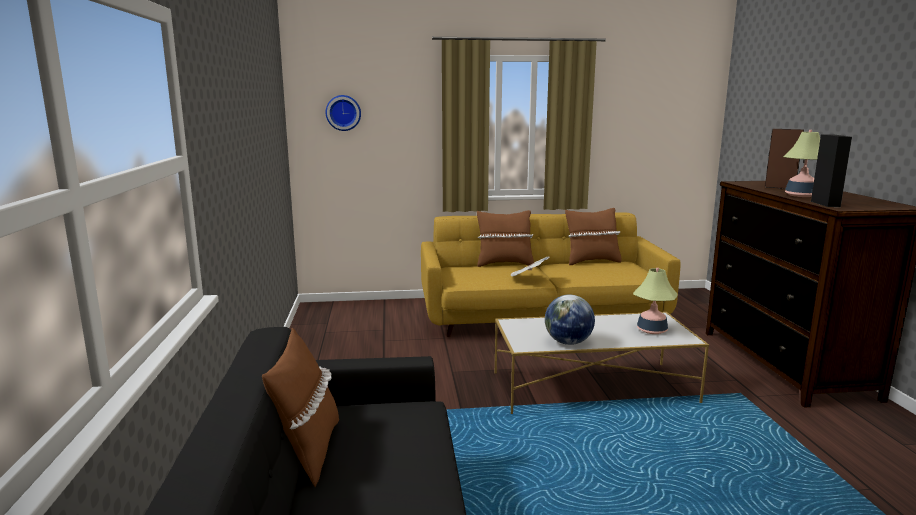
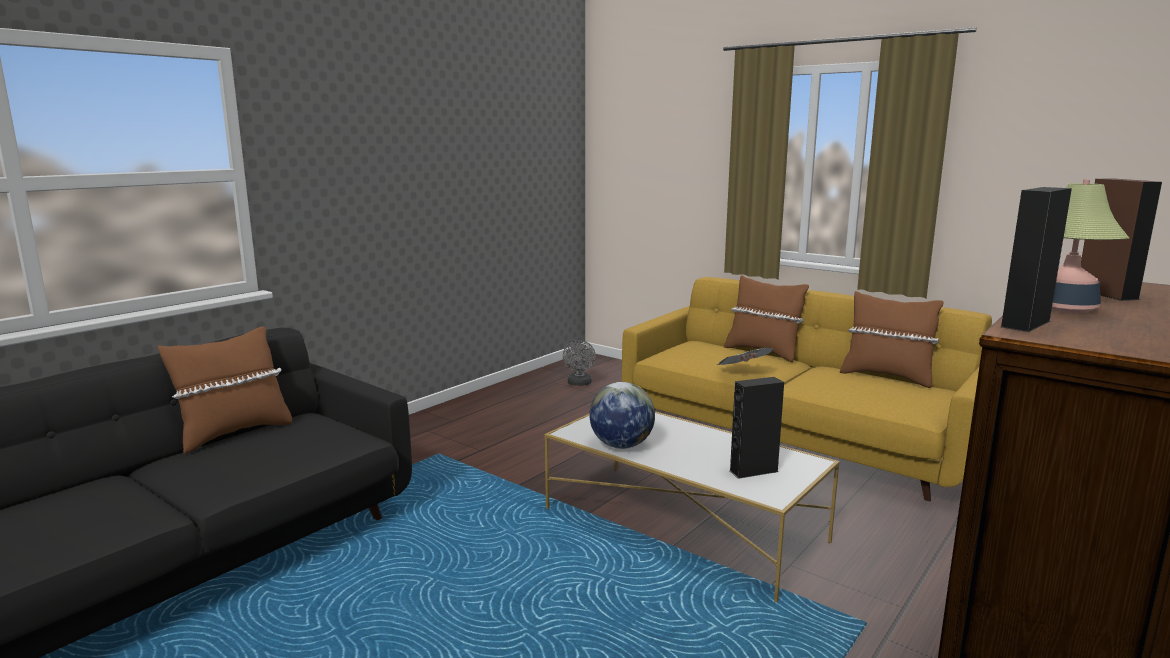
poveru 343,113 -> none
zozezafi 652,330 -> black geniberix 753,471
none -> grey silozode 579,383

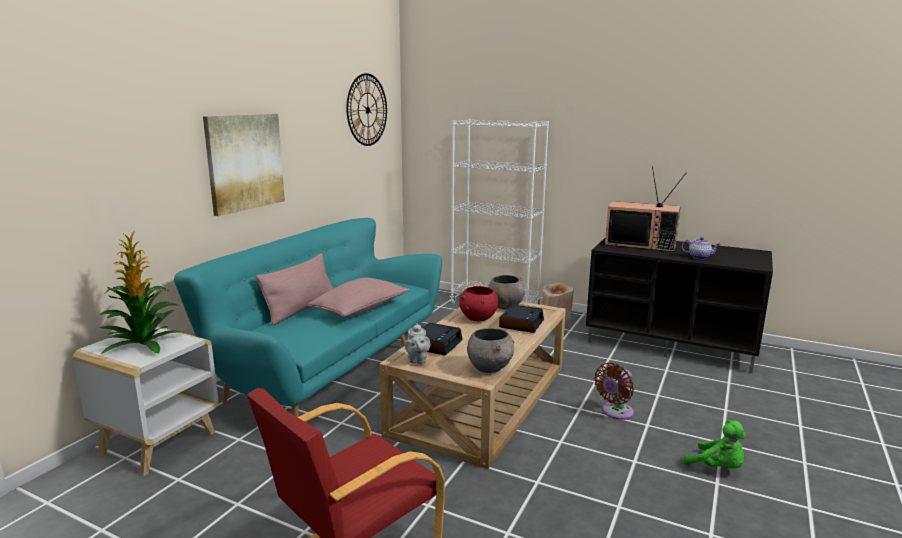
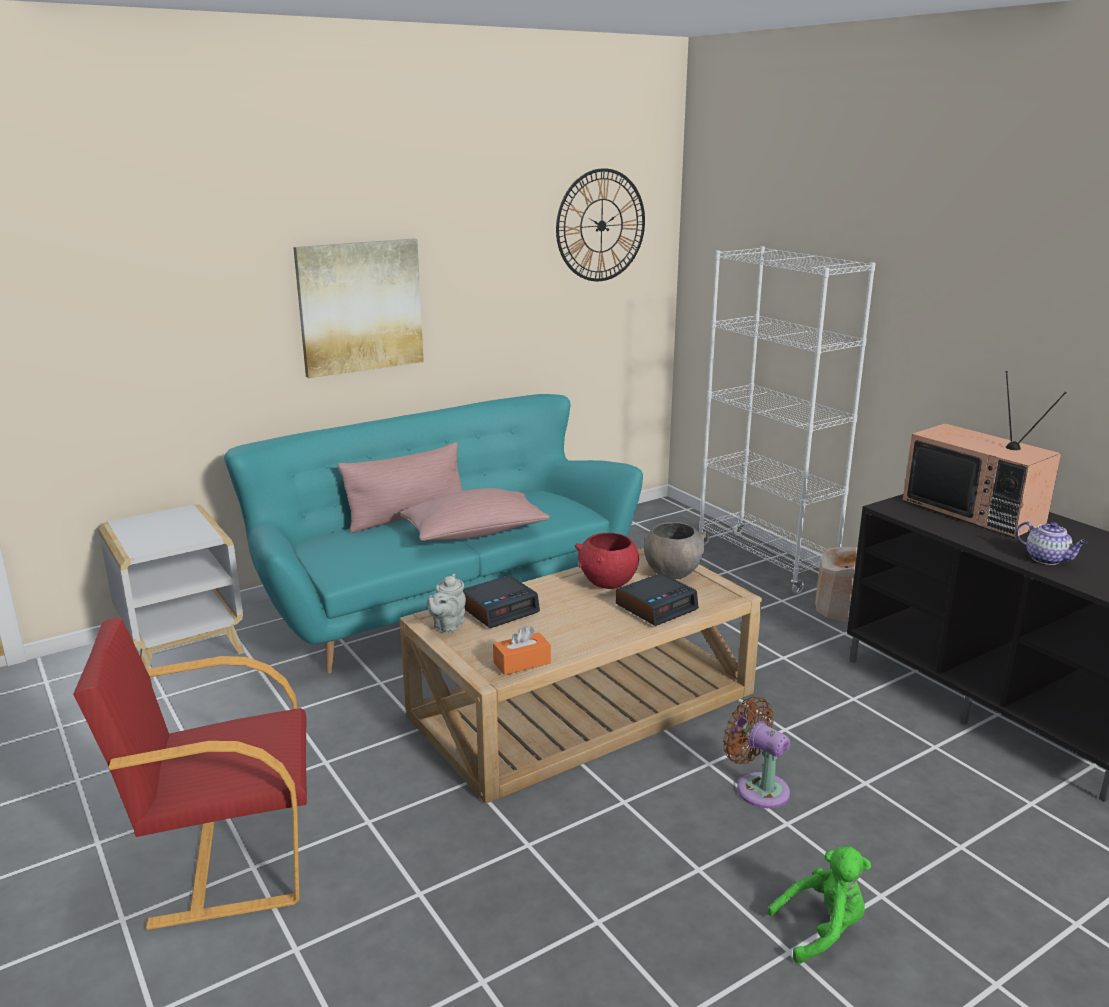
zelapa 144,343 -> none
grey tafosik 490,368 -> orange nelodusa 522,663
brown silozode 615,413 -> brown silozode 757,788, 60 degrees clockwise
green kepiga 717,467 -> green kepiga 822,930, 90 degrees counterclockwise

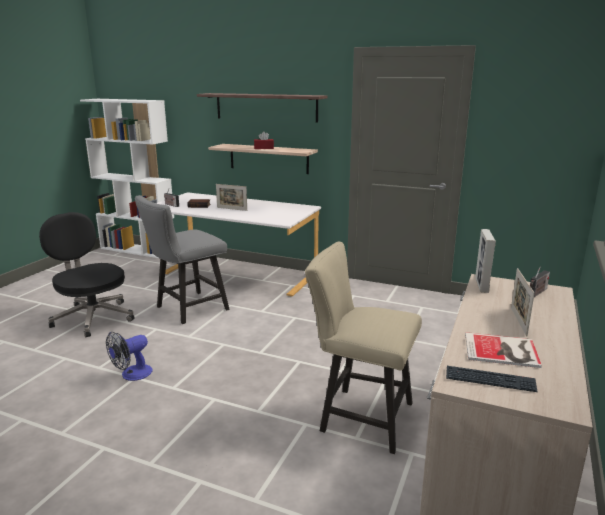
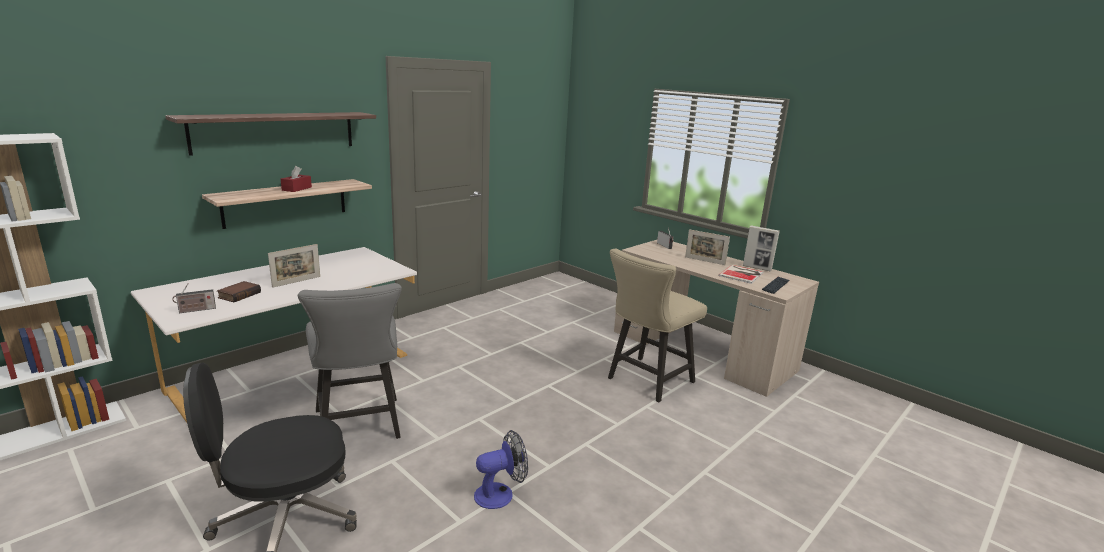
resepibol 481,285 -> resepibol 757,268, relocated
silozode 132,375 -> silozode 500,493, 90 degrees counterclockwise

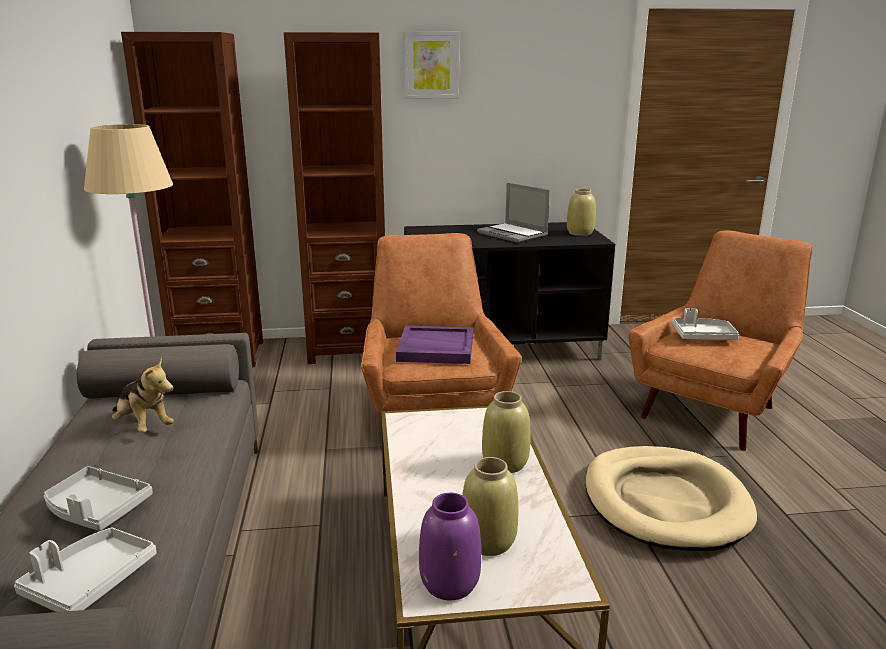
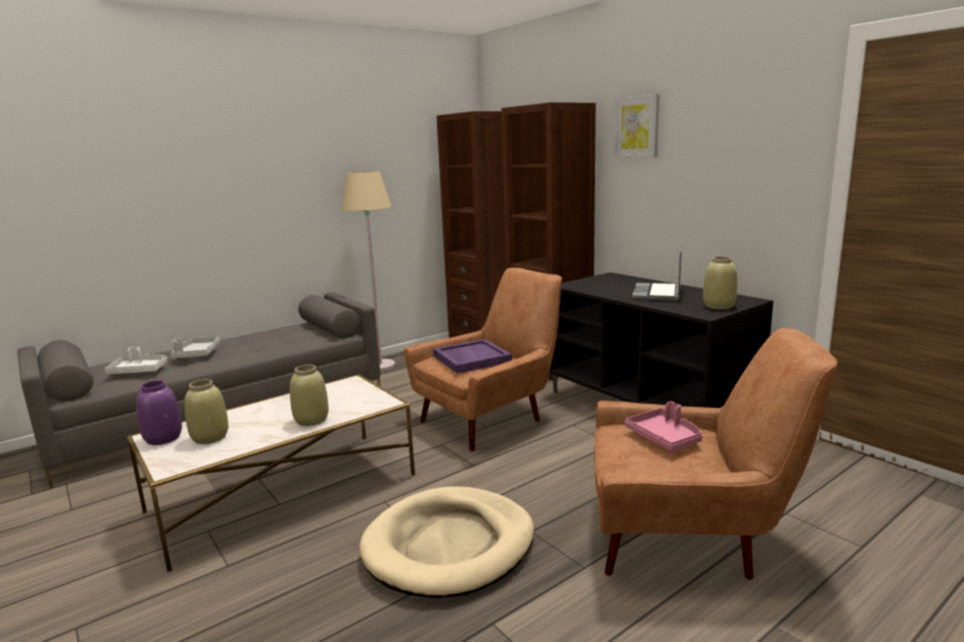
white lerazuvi 702,336 -> pink lerazuvi 664,438
kepiga 143,426 -> none

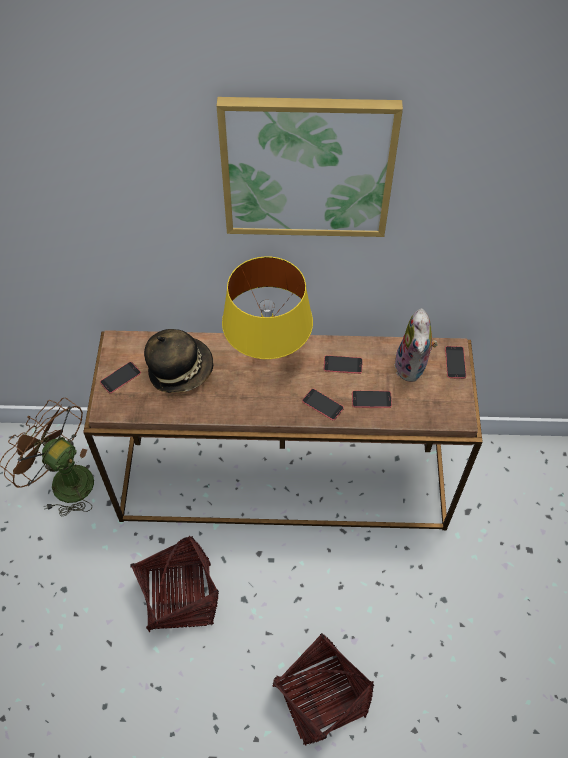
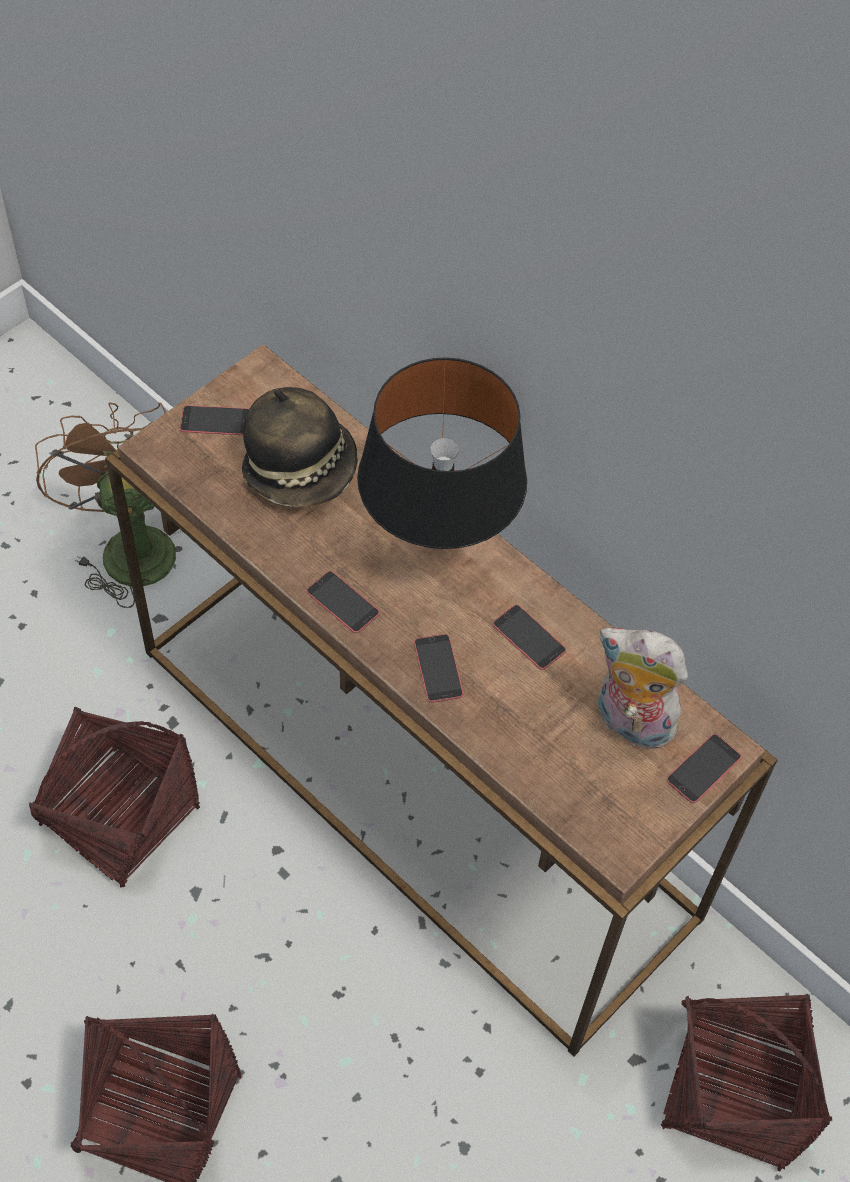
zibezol 307,167 -> none
yellow zozezafi 268,355 -> black zozezafi 438,543
kepiga 413,367 -> kepiga 629,723, 75 degrees clockwise
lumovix 371,399 -> lumovix 342,602, relocated
none -> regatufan 735,1092

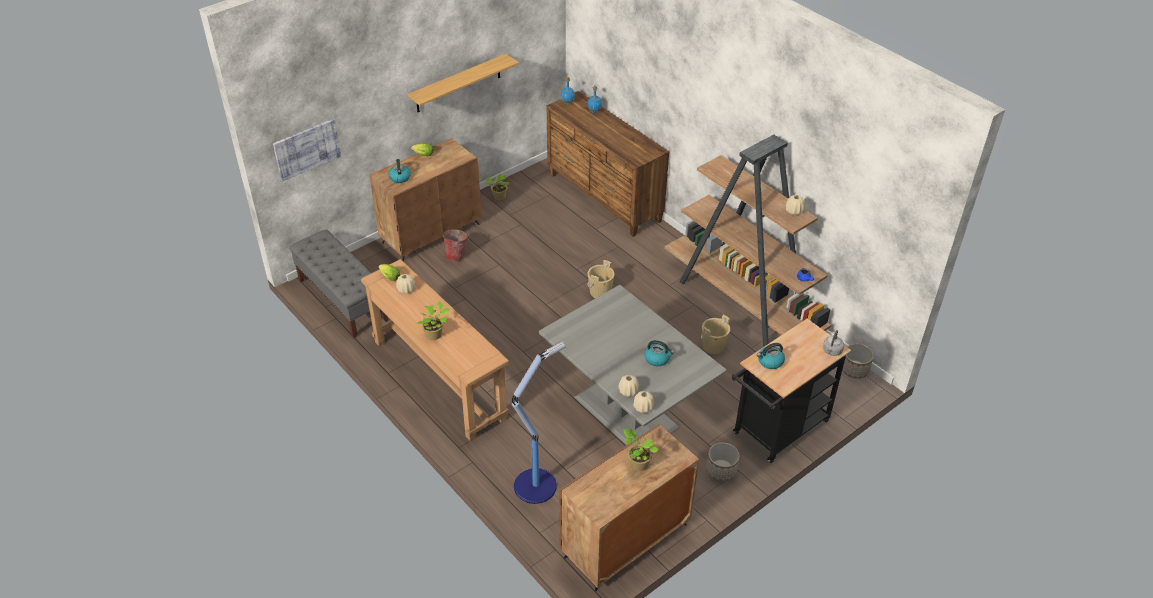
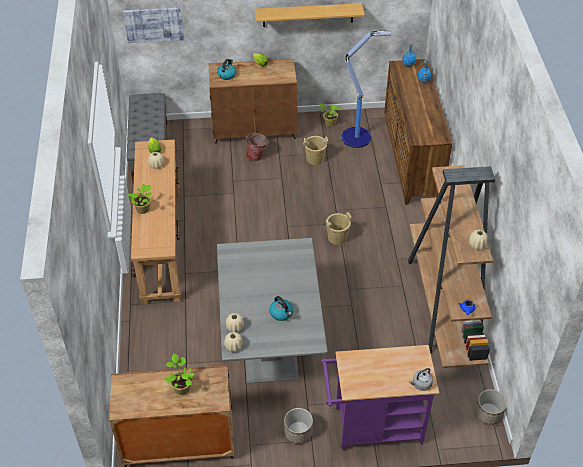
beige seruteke 713,346 -> beige seruteke 315,159, relocated
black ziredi 776,431 -> purple ziredi 372,427
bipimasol 536,485 -> bipimasol 357,137, relocated
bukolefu 770,362 -> none

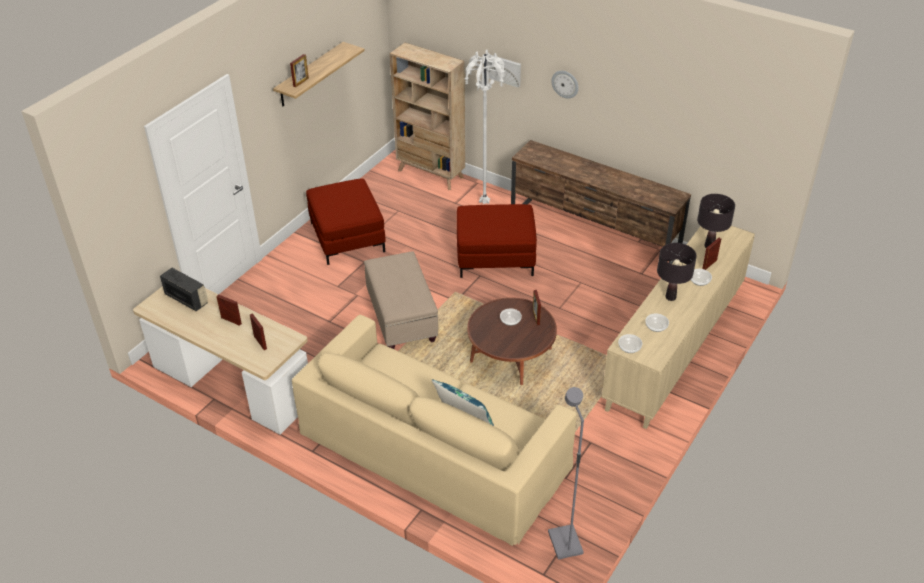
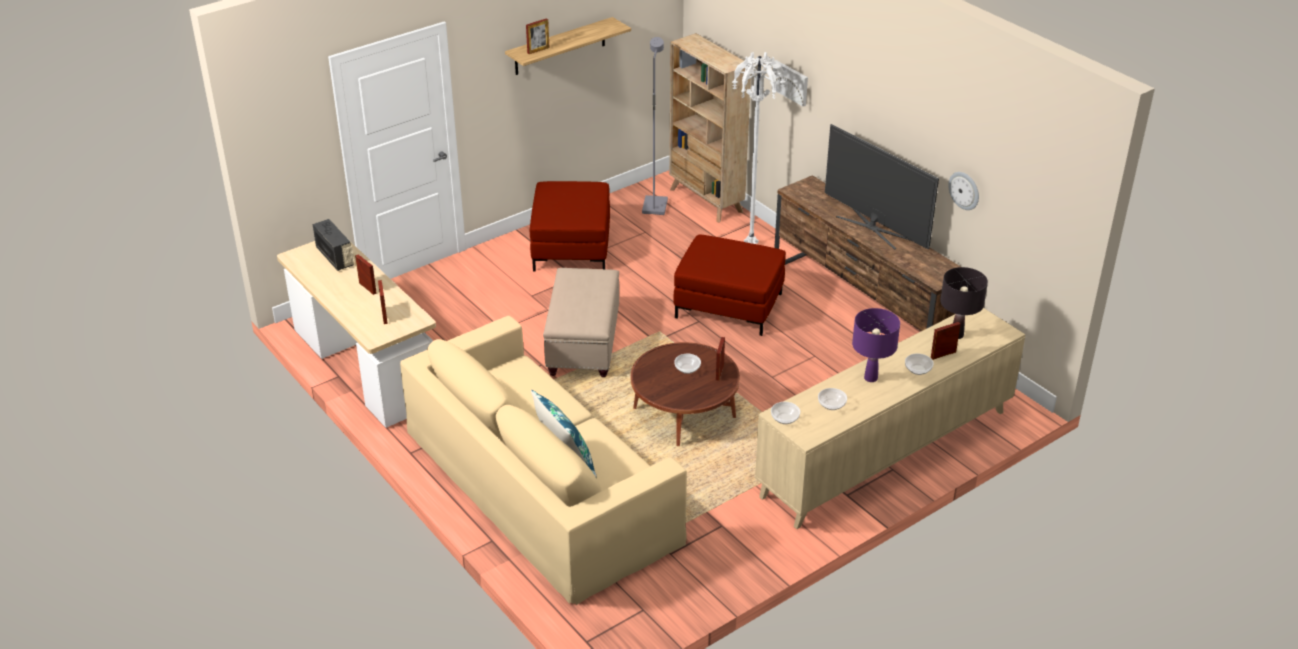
poveru 565,84 -> poveru 964,190, relocated
black zozezafi 670,297 -> purple zozezafi 870,378
grey bipimasol 564,543 -> grey bipimasol 654,206, relocated
none -> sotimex 874,228

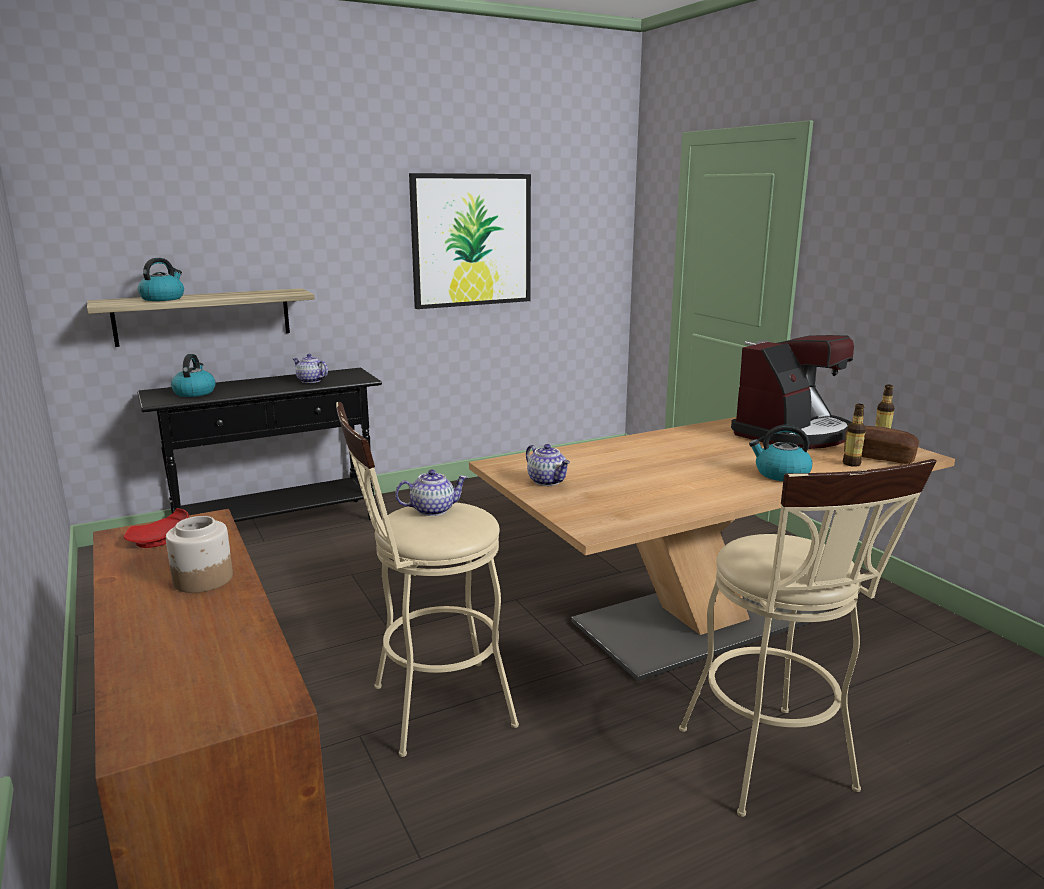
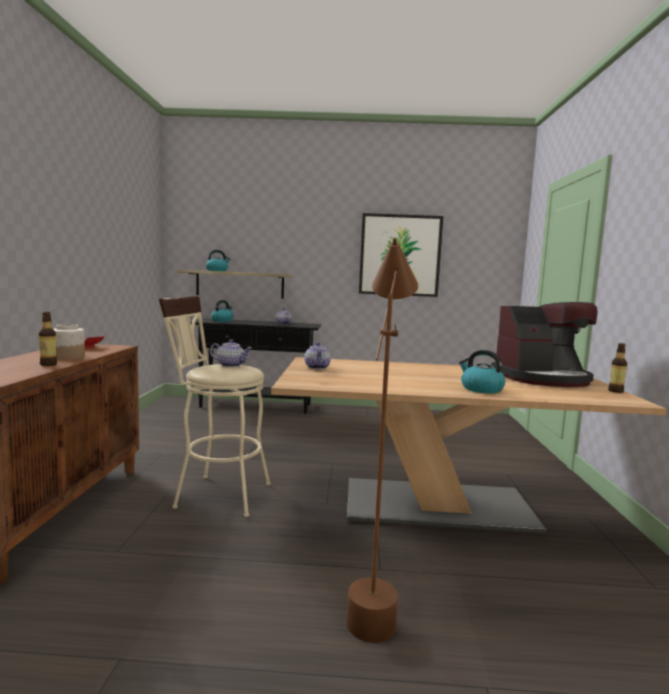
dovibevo 851,464 -> dovibevo 48,364, relocated
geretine 878,457 -> none
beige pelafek 773,768 -> brown bipimasol 374,597

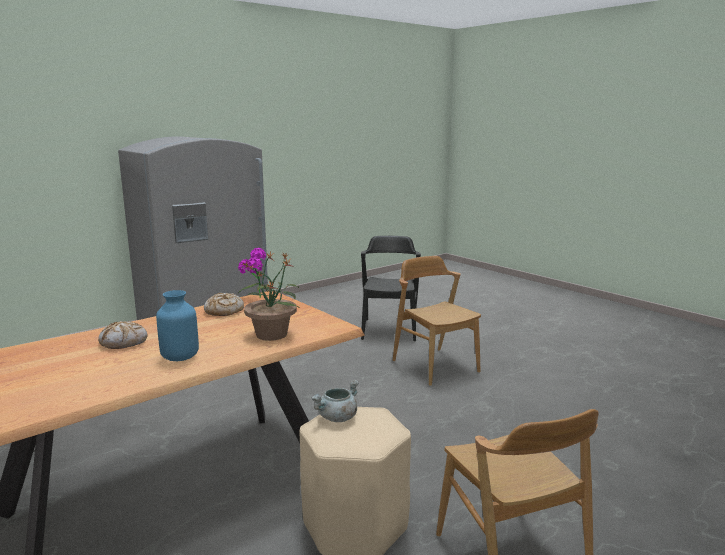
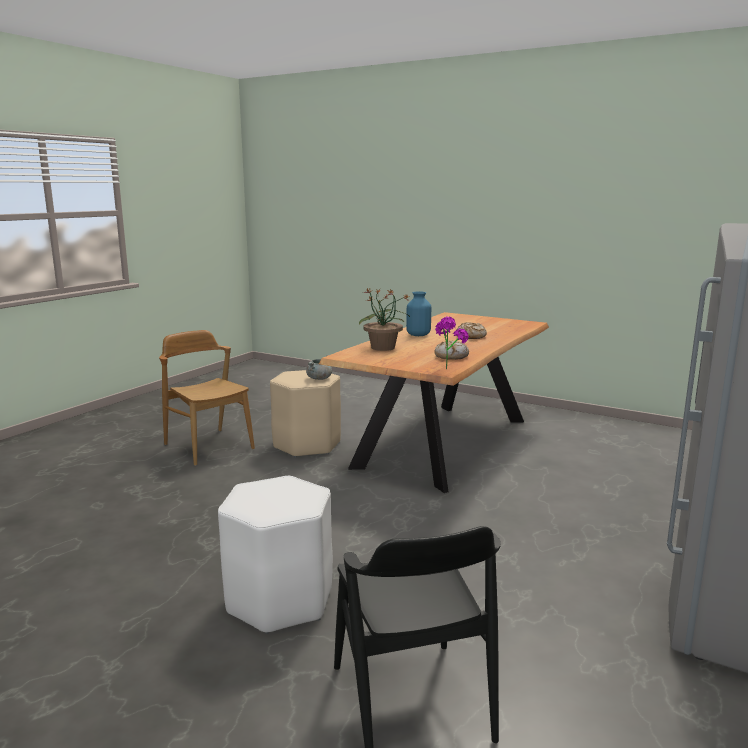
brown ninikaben 435,366 -> white pelafek 280,601

